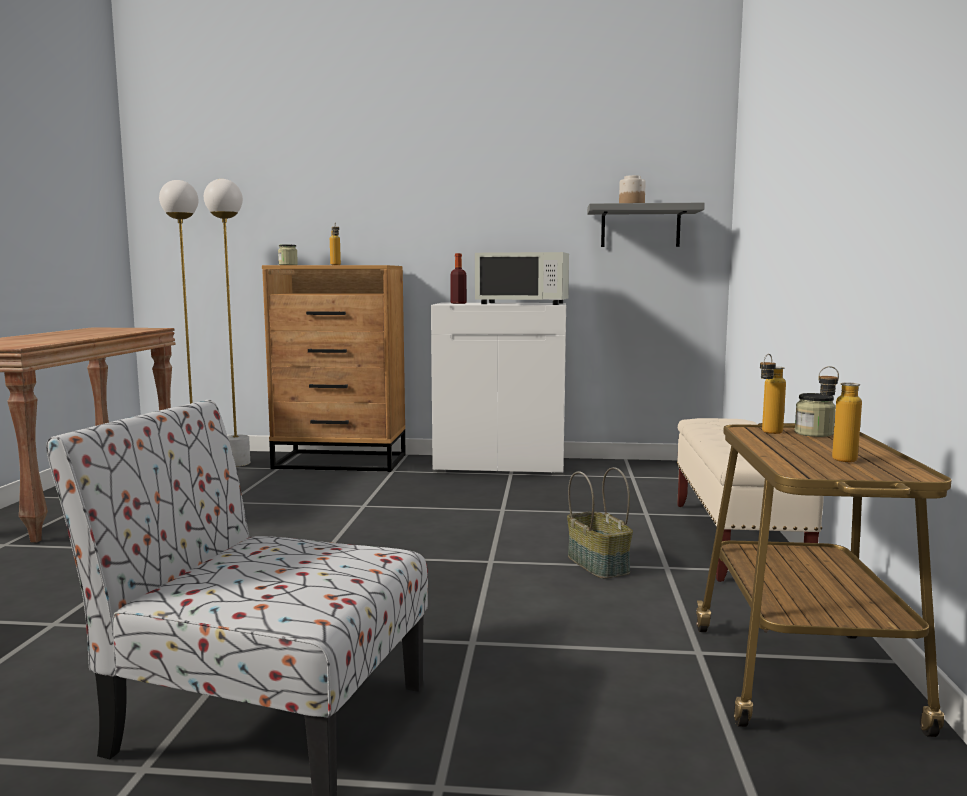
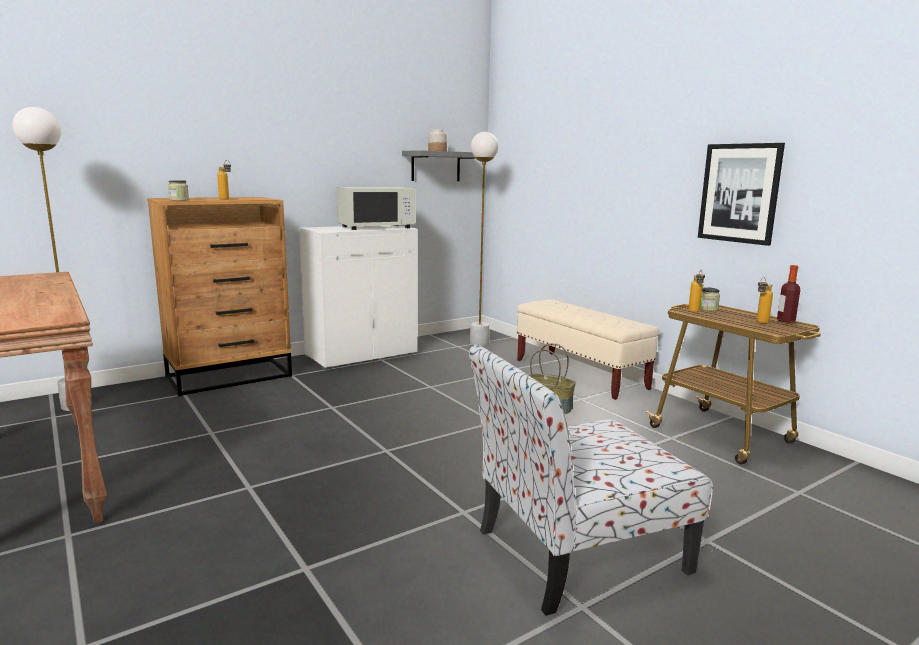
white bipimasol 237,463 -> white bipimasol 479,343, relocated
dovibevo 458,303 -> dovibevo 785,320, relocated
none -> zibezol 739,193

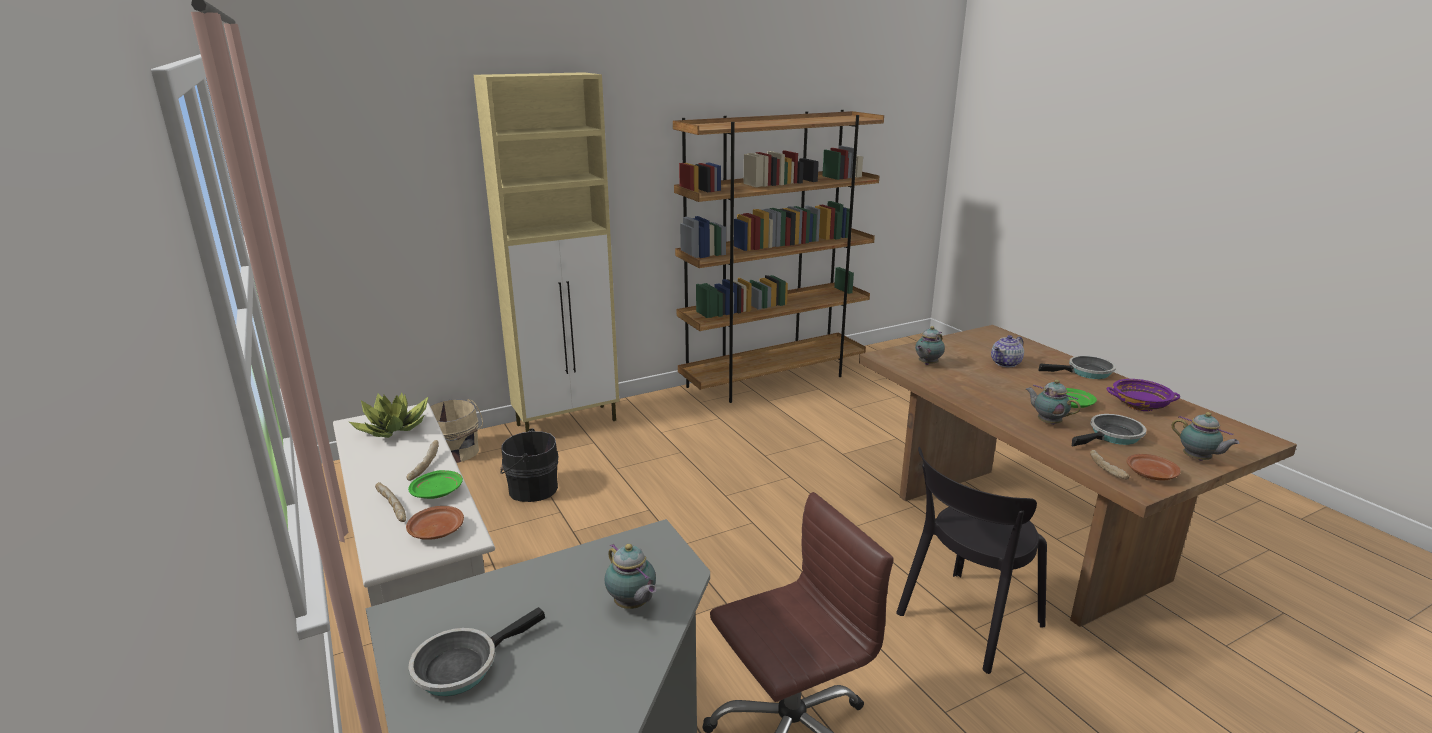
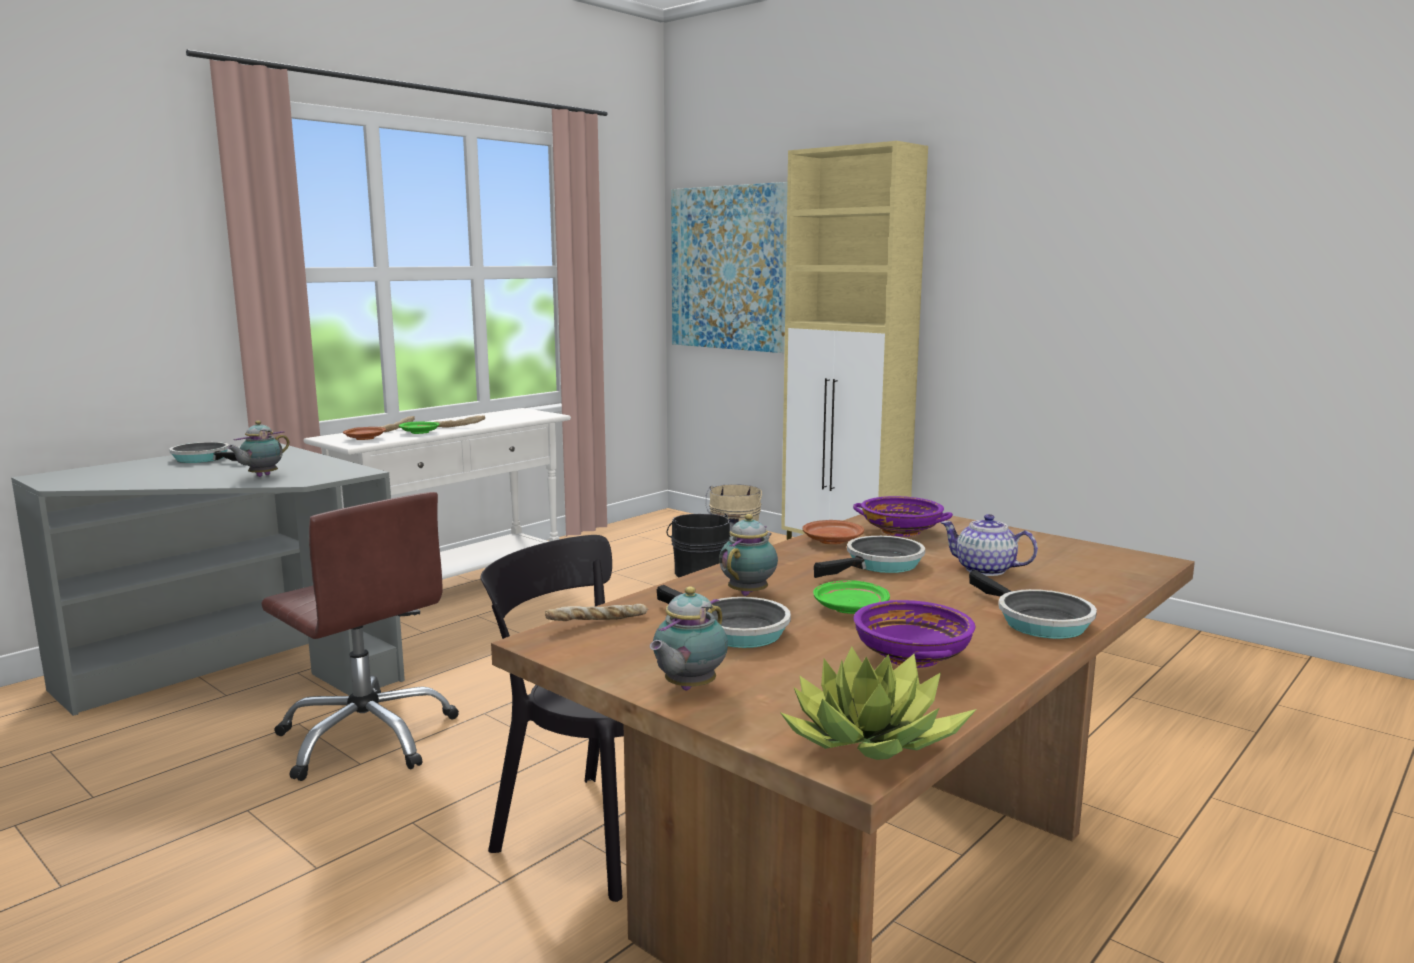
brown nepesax 773,379 -> none
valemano 927,364 -> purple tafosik 901,531
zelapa 394,428 -> zelapa 872,739, relocated
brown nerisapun 1150,474 -> brown nerisapun 832,541, relocated
none -> zibezol 733,268
none -> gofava 880,565

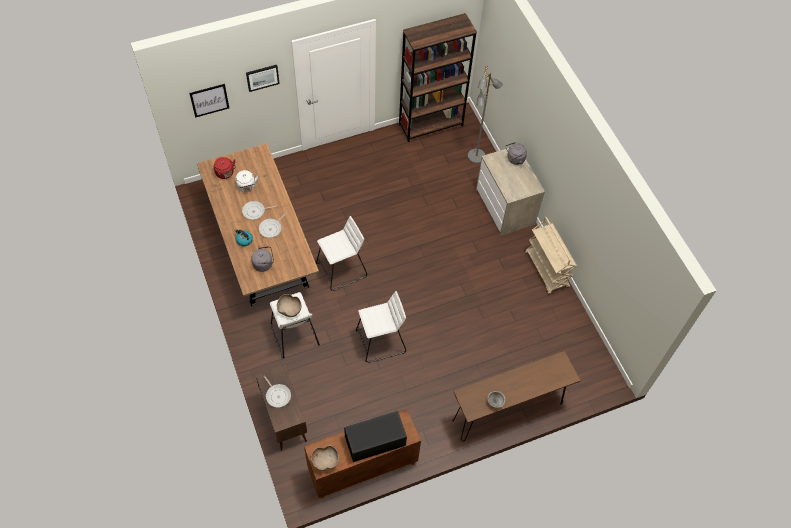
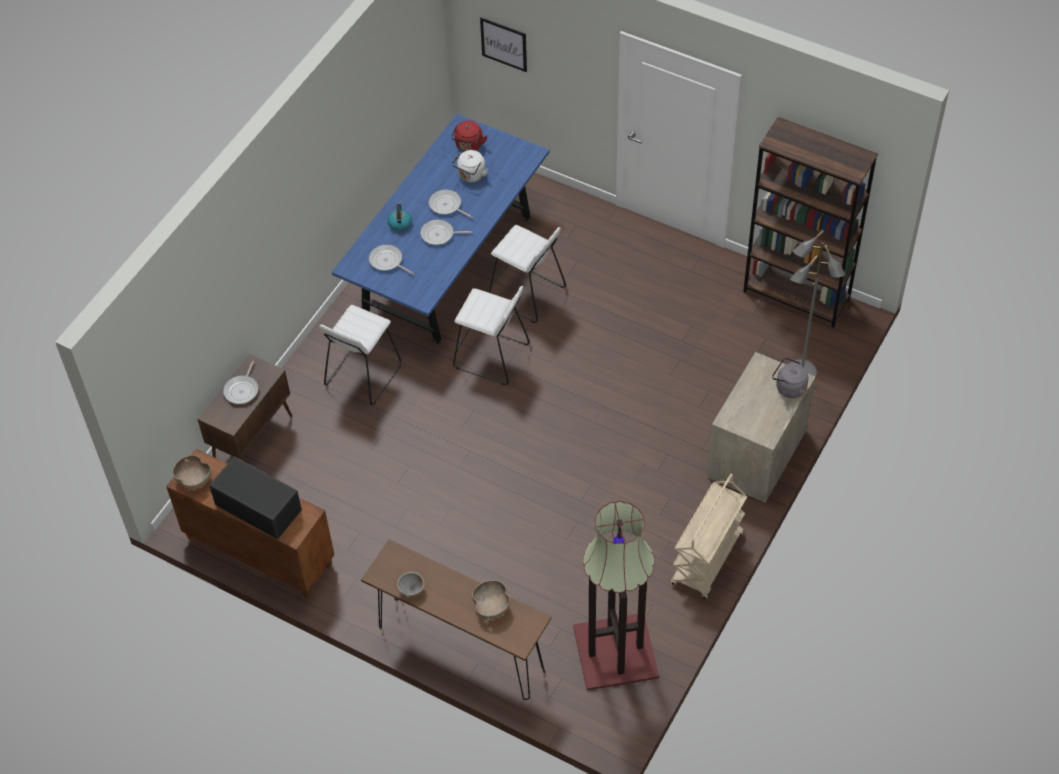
zibezol 262,77 -> none
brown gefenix 261,245 -> blue gefenix 448,262
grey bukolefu 264,264 -> gofava 387,261
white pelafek 380,341 -> white pelafek 526,294, relocated
brown tafosik 290,309 -> brown tafosik 492,606, relocated
none -> bipimasol 617,653

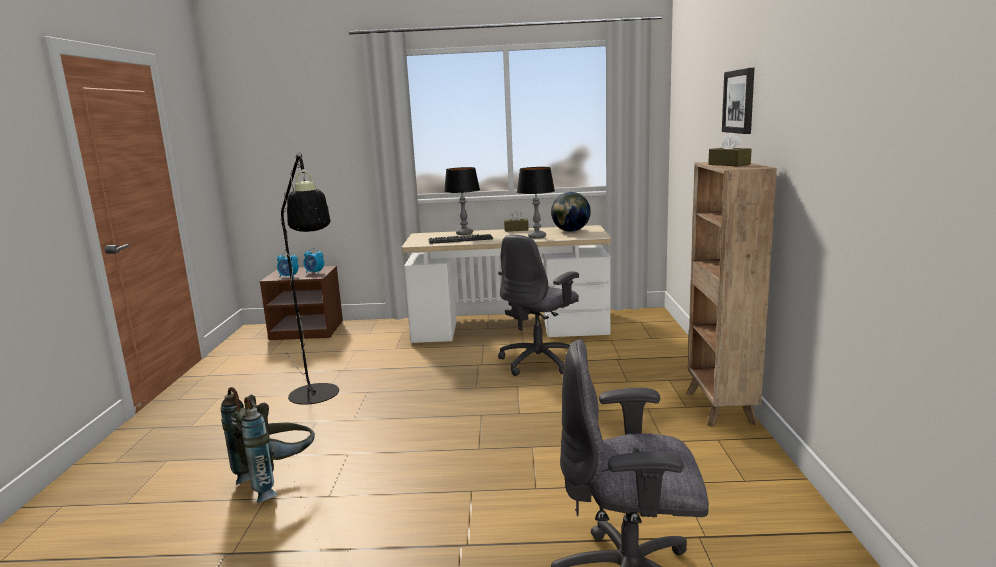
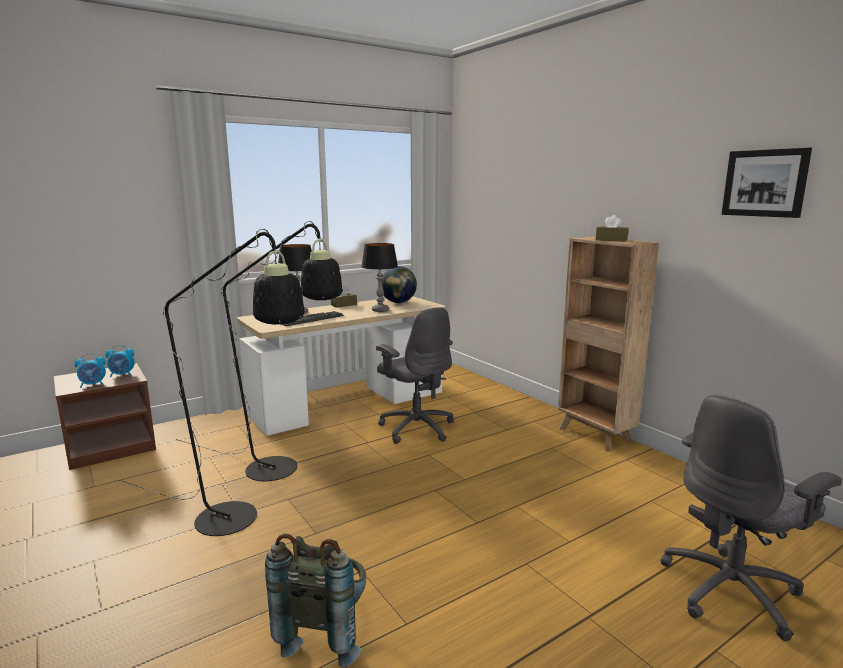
zibezol 739,101 -> zibezol 765,183, relocated
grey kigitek 539,362 -> grey kigitek 416,428, 45 degrees counterclockwise
none -> black bipimasol 282,471

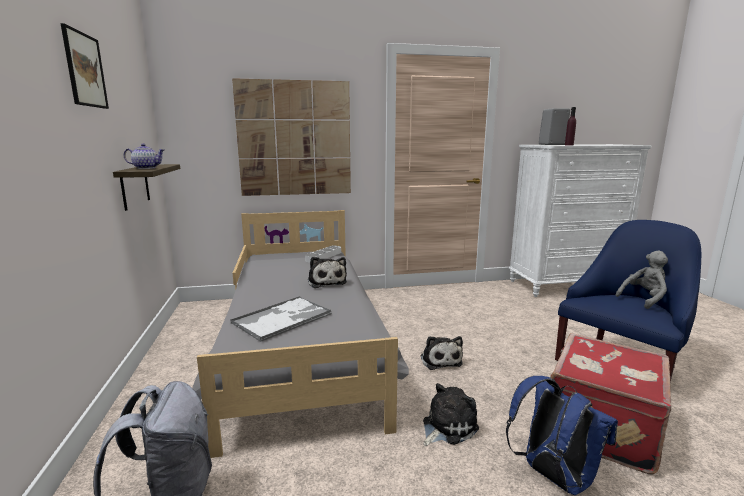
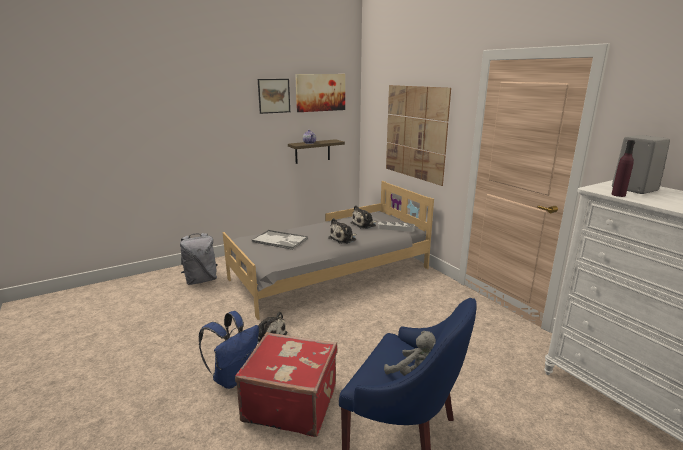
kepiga 440,359 -> kepiga 364,224, relocated
none -> zibezol 320,92

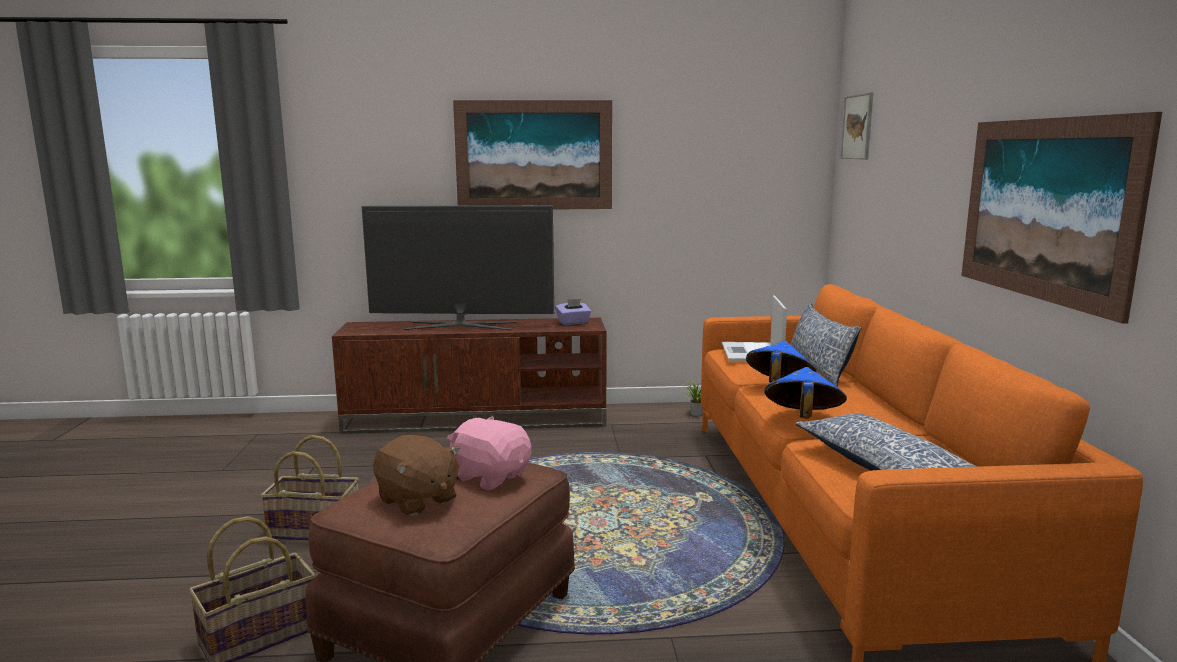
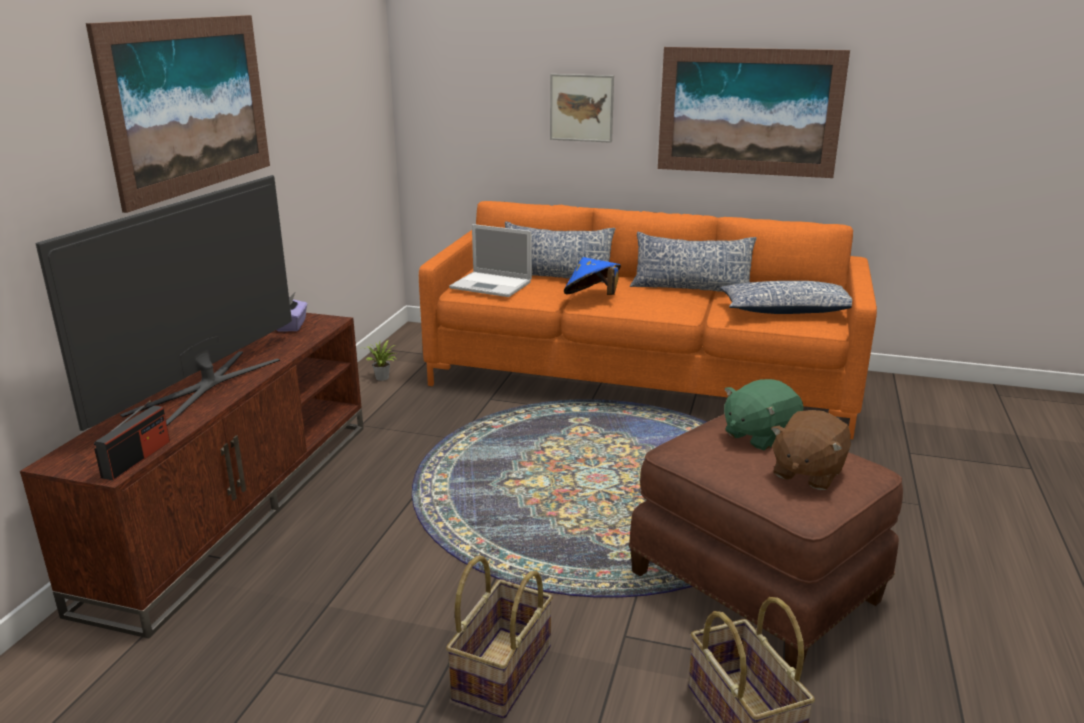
zibezol 857,127 -> zibezol 581,108, relocated
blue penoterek 802,419 -> none
pink kepiga 490,477 -> green kepiga 759,436
brown kepiga 417,500 -> brown kepiga 807,472, 150 degrees clockwise
none -> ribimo 691,288
none -> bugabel 137,459

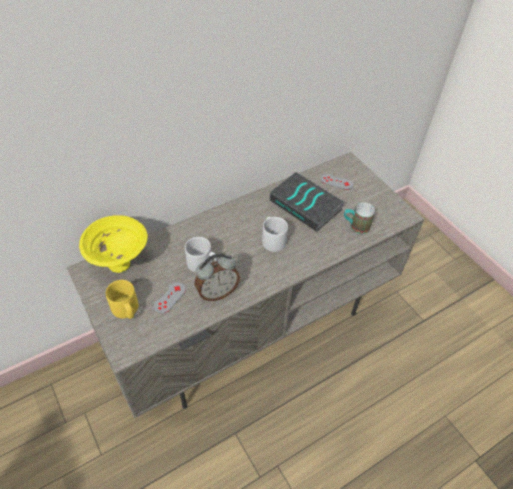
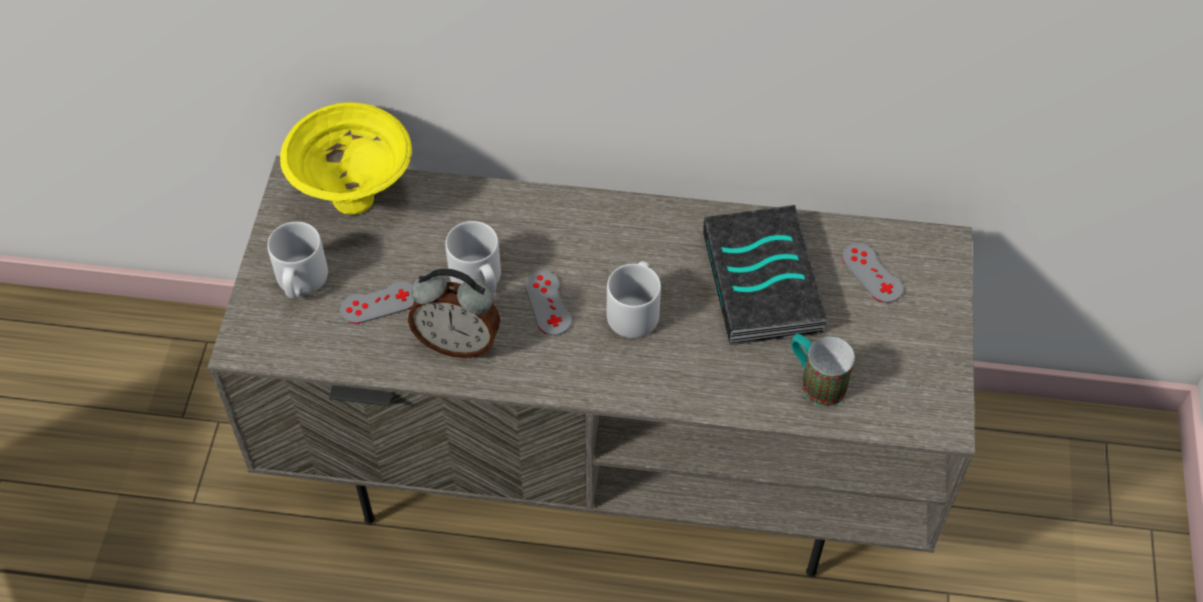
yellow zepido 126,310 -> grey zepido 300,281
none -> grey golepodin 548,303

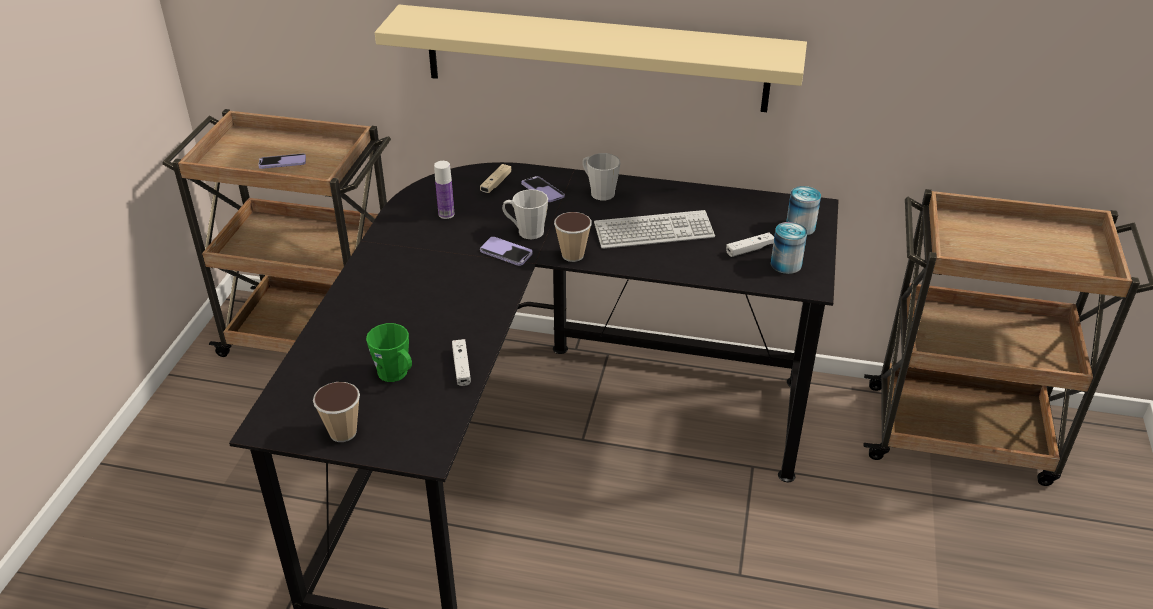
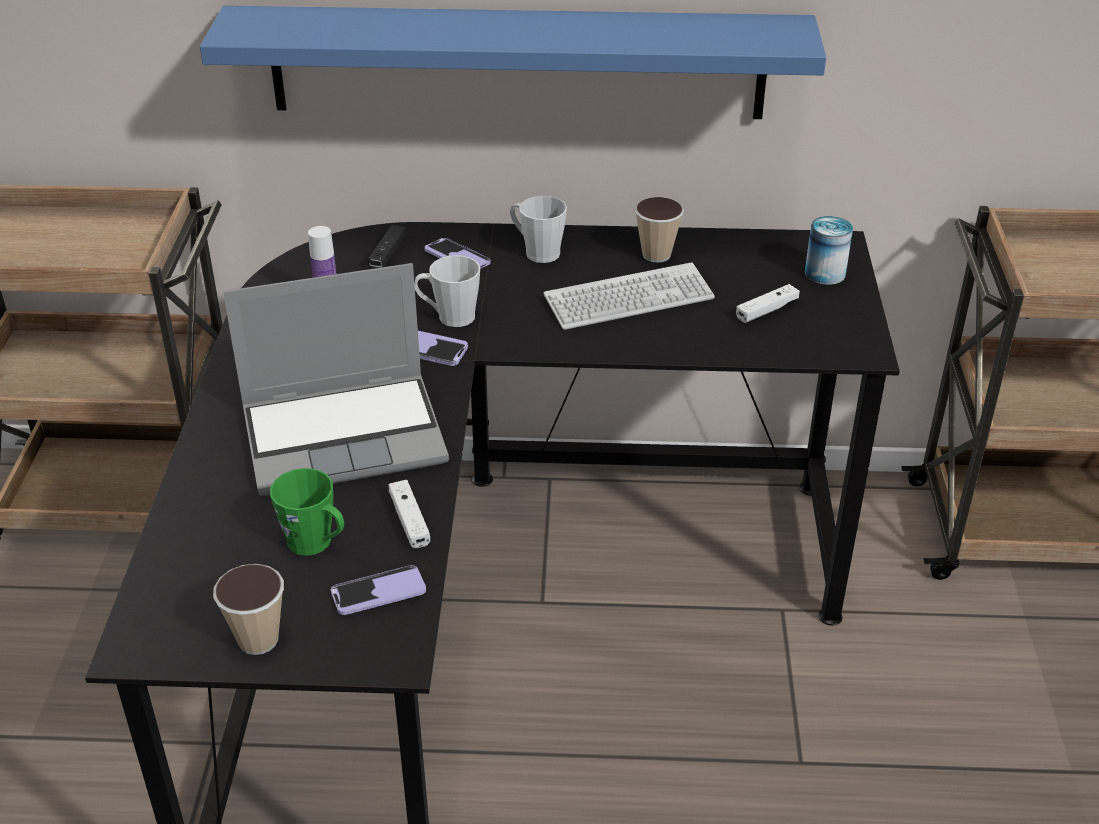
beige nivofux 595,58 -> blue nivofux 517,62
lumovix 282,162 -> lumovix 378,592, relocated
beige golepodin 496,183 -> black golepodin 388,254
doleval 572,255 -> doleval 656,255, relocated
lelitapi 786,264 -> none
none -> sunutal 346,435

